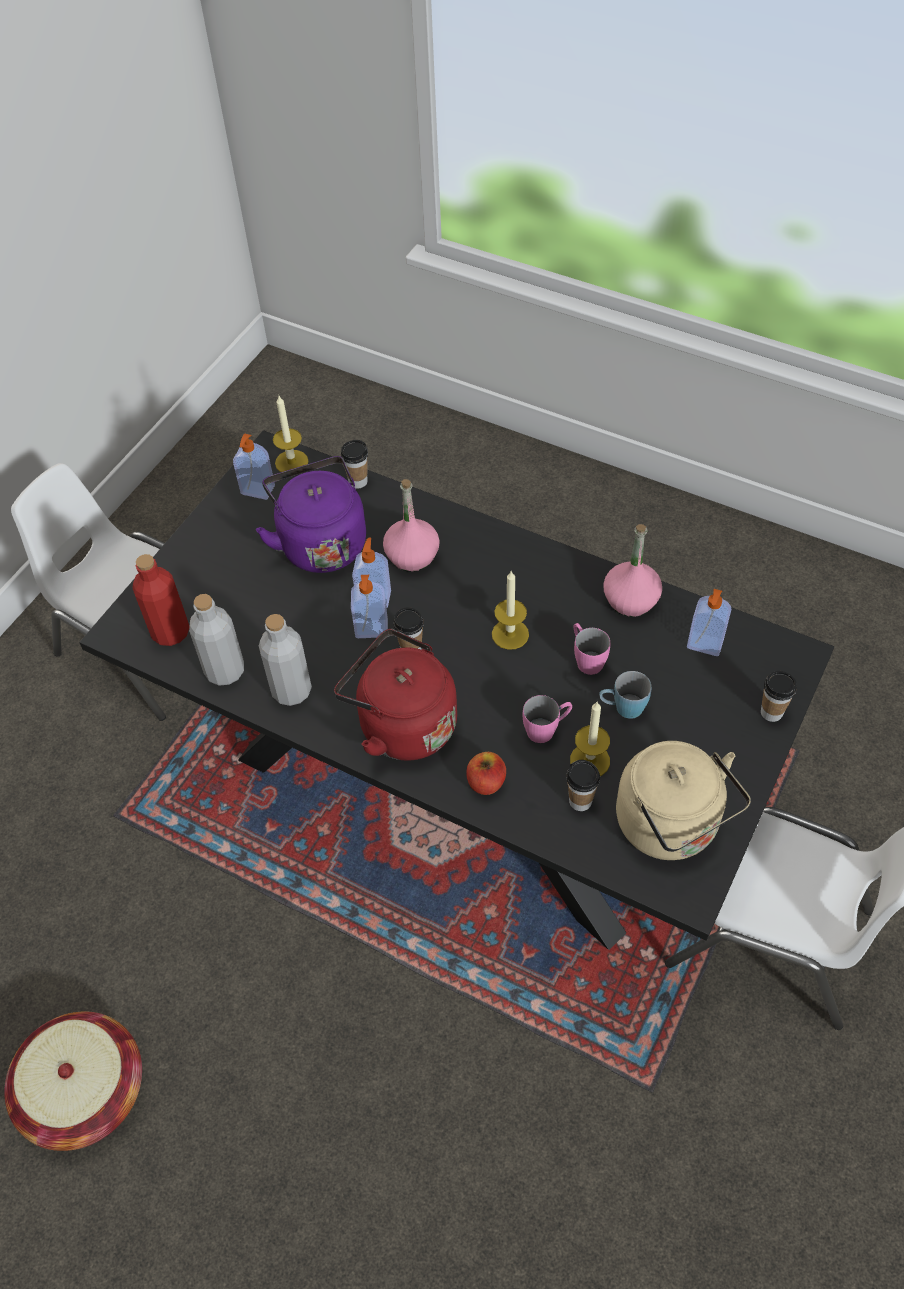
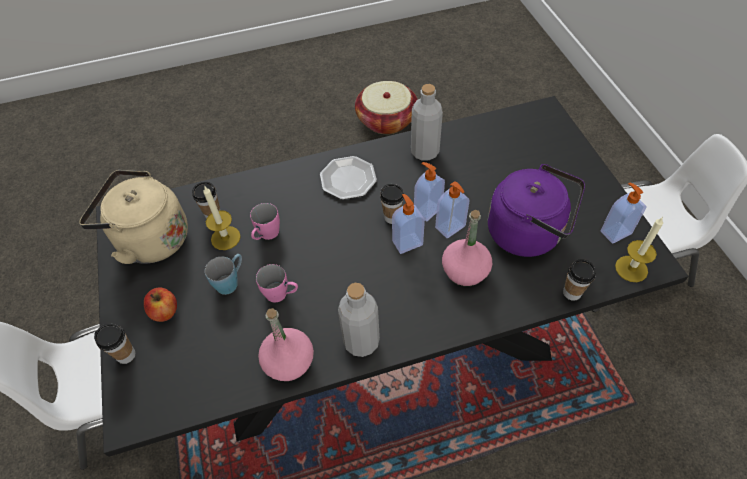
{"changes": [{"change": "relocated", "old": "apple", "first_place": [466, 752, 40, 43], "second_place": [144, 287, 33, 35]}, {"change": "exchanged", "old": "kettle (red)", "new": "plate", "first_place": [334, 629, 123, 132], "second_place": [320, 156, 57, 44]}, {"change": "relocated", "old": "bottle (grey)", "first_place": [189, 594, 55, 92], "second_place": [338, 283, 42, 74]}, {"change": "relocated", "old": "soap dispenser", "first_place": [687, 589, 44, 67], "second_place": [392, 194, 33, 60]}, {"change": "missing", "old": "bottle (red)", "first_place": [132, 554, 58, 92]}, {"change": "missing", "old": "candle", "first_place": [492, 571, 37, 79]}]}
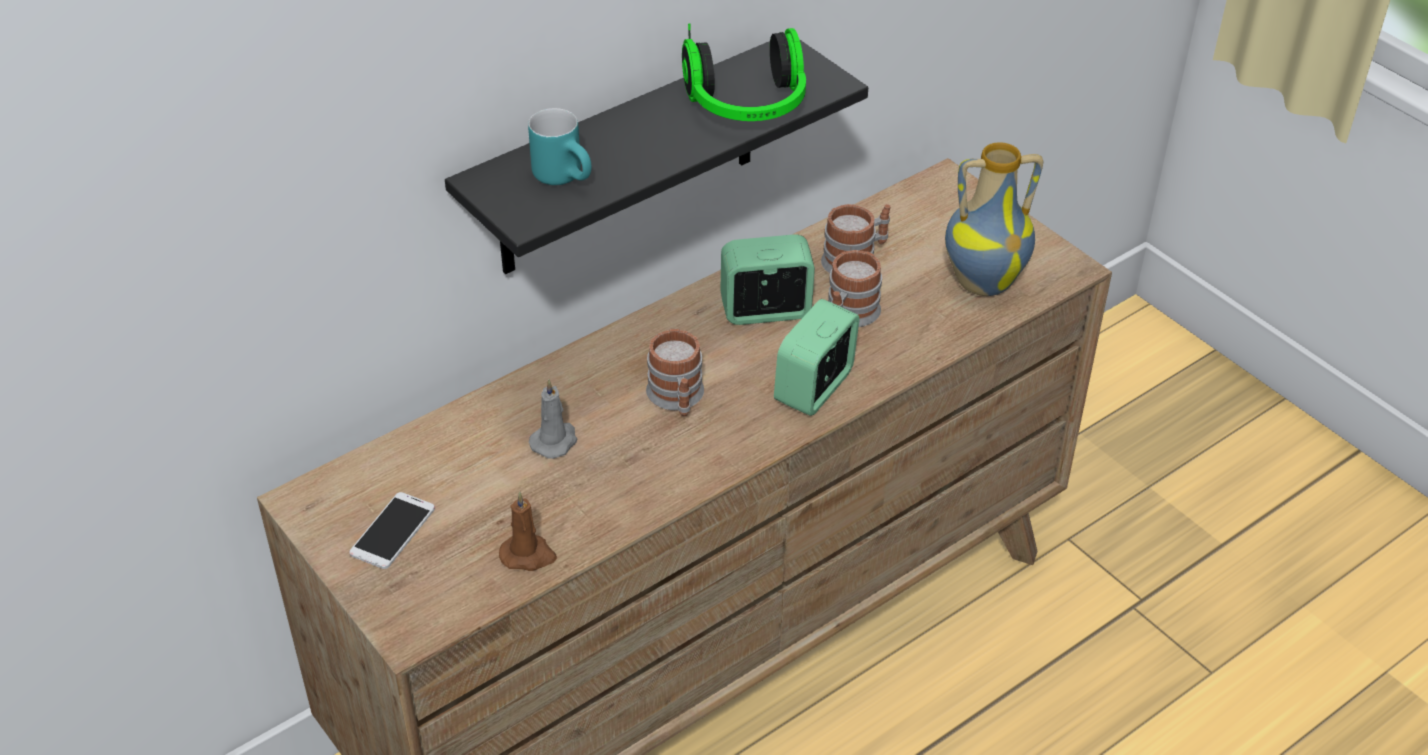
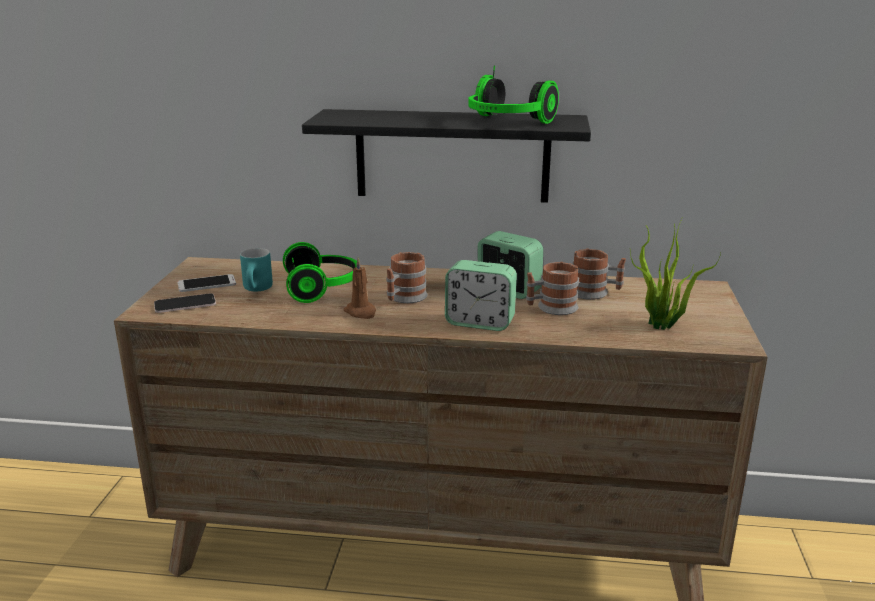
{"changes": [{"change": "appeared", "new": "phone", "second_place": [154, 293, 62, 20]}, {"change": "relocated", "old": "mug (turquoise)", "first_place": [528, 108, 64, 77], "second_place": [240, 248, 33, 44]}, {"change": "exchanged", "old": "candle (grey)", "new": "headphones", "first_place": [529, 379, 48, 80], "second_place": [283, 242, 74, 61]}, {"change": "relocated", "old": "candle (brown)", "first_place": [499, 492, 58, 79], "second_place": [344, 257, 32, 62]}, {"change": "spun", "old": "alarm clock", "first_place": [774, 299, 86, 117], "second_place": [445, 260, 72, 71], "degrees": -150}, {"change": "exchanged", "old": "vase", "new": "potted plant", "first_place": [945, 142, 98, 154], "second_place": [630, 217, 91, 113]}]}
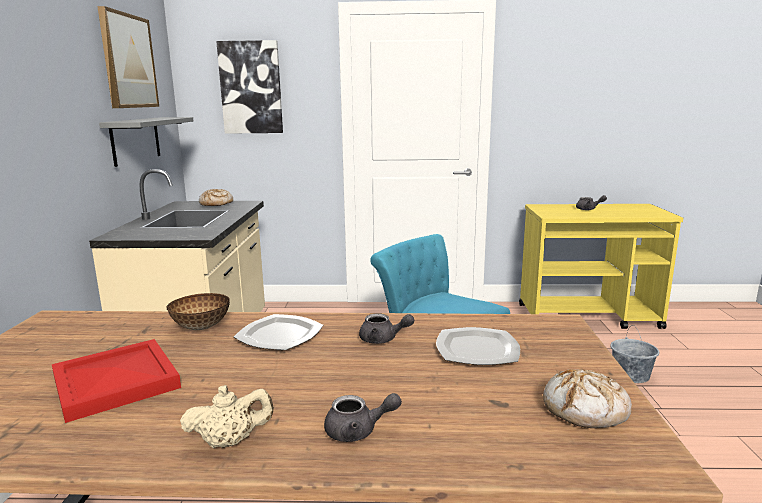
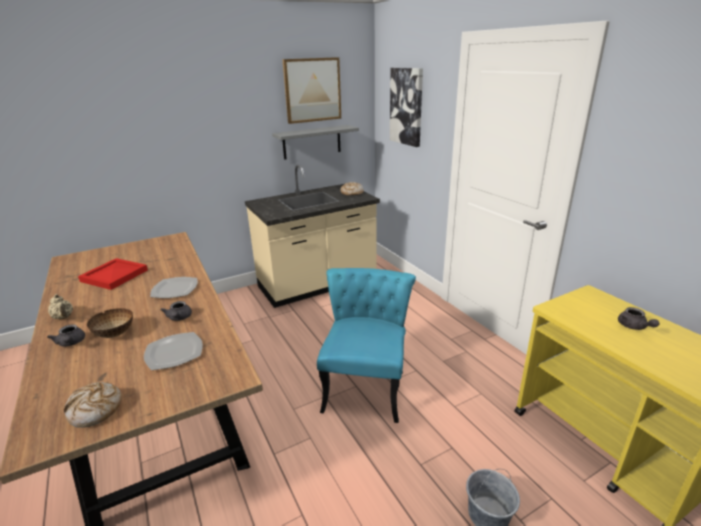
{"changes": [{"change": "relocated", "old": "bowl", "first_place": [166, 293, 64, 37], "second_place": [87, 308, 46, 30]}]}
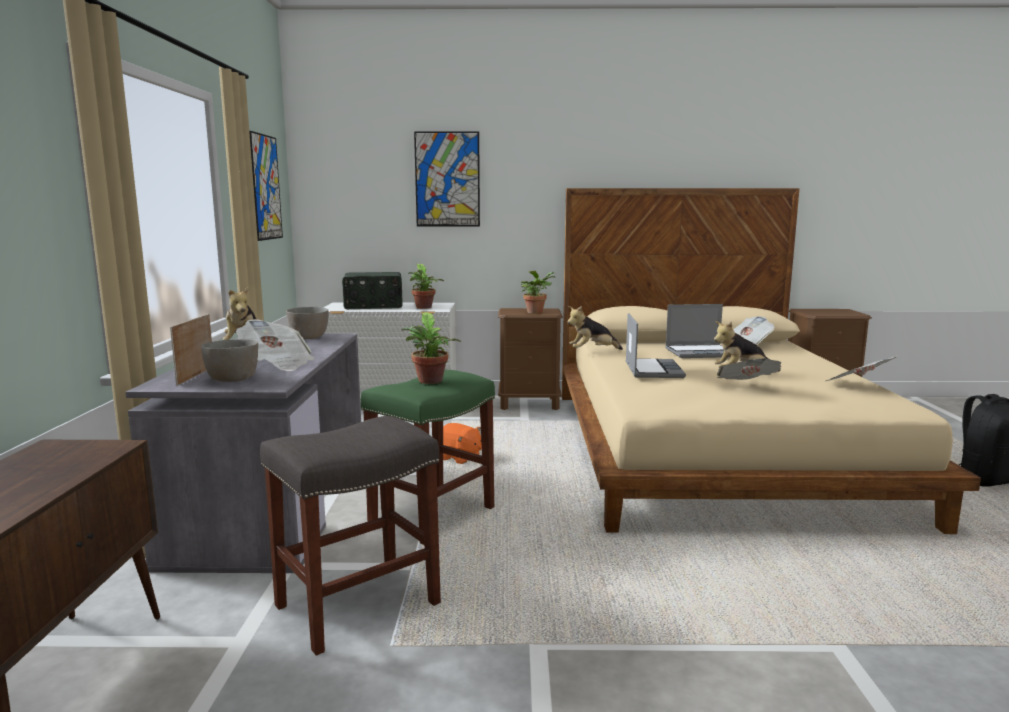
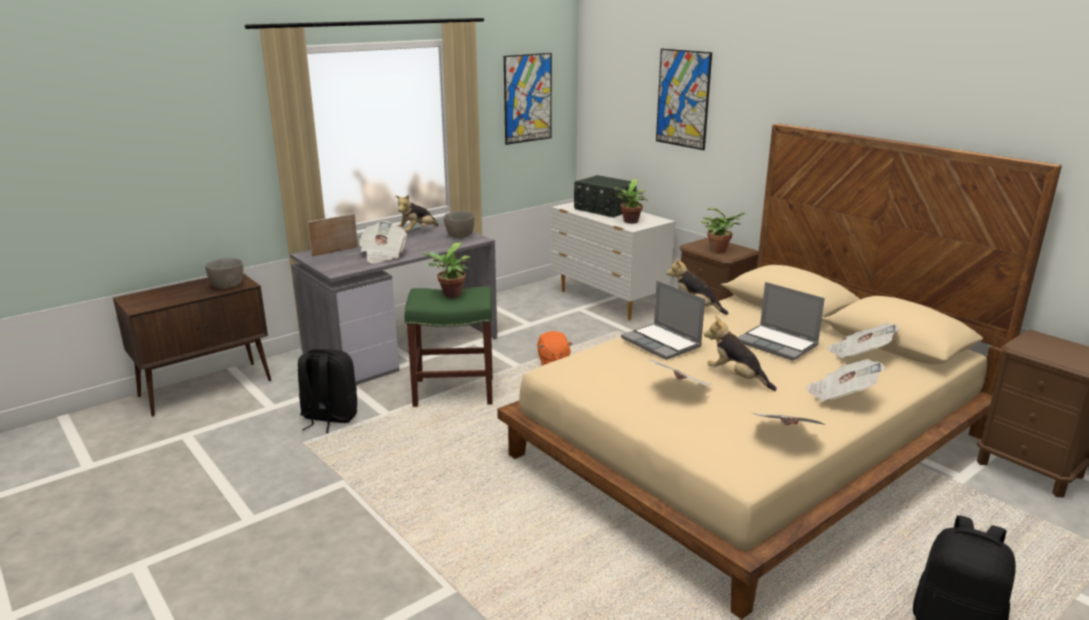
{"changes": [{"change": "relocated", "old": "bowl (grey)", "first_place": [201, 339, 57, 43], "second_place": [205, 258, 38, 31]}, {"change": "exchanged", "old": "stool (grey)", "new": "backpack (black)", "first_place": [260, 416, 181, 240], "second_place": [298, 349, 59, 84]}, {"change": "spun", "old": "laptop", "first_place": [626, 313, 60, 65], "second_place": [621, 281, 84, 79], "degrees": 90}, {"change": "appeared", "new": "newspaper", "second_place": [806, 359, 79, 43]}]}
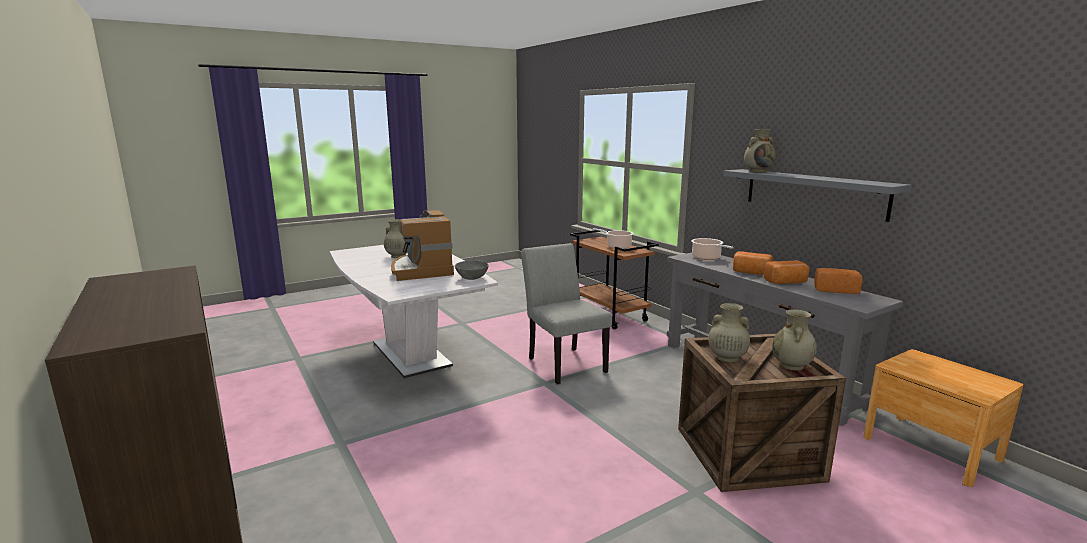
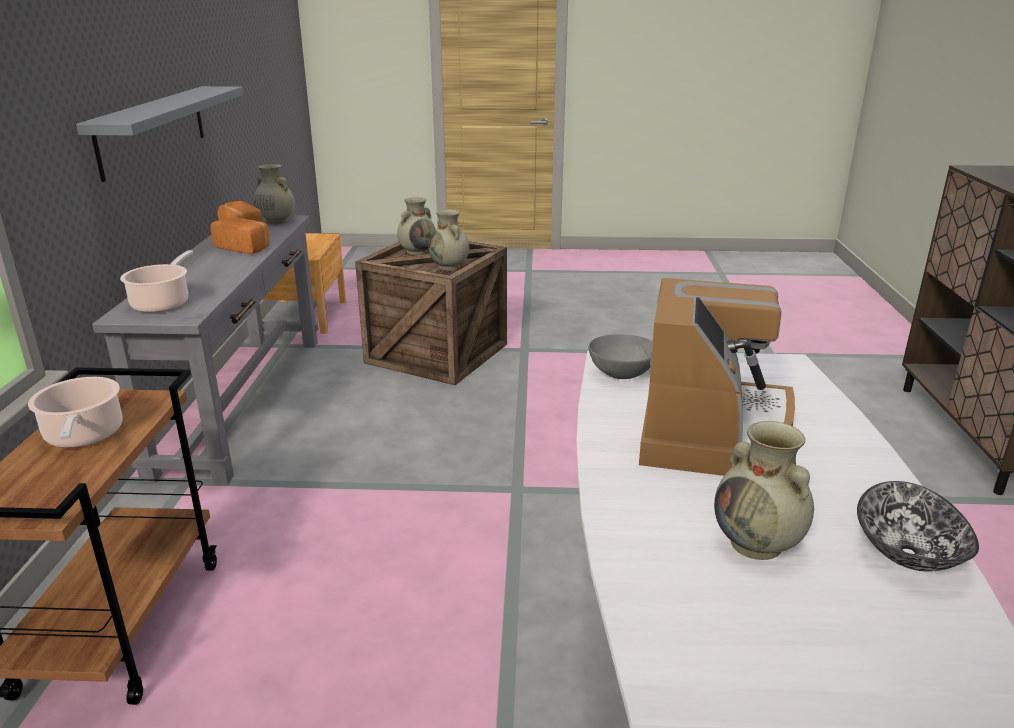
{"changes": [{"change": "relocated", "old": "vase (beige)", "first_place": [744, 130, 32, 42], "second_place": [253, 164, 42, 60]}, {"change": "appeared", "new": "bowl", "second_place": [857, 481, 122, 91]}, {"change": "missing", "old": "chair (grey)", "first_place": [521, 243, 91, 141]}, {"change": "missing", "old": "bread", "first_place": [733, 251, 40, 24]}]}
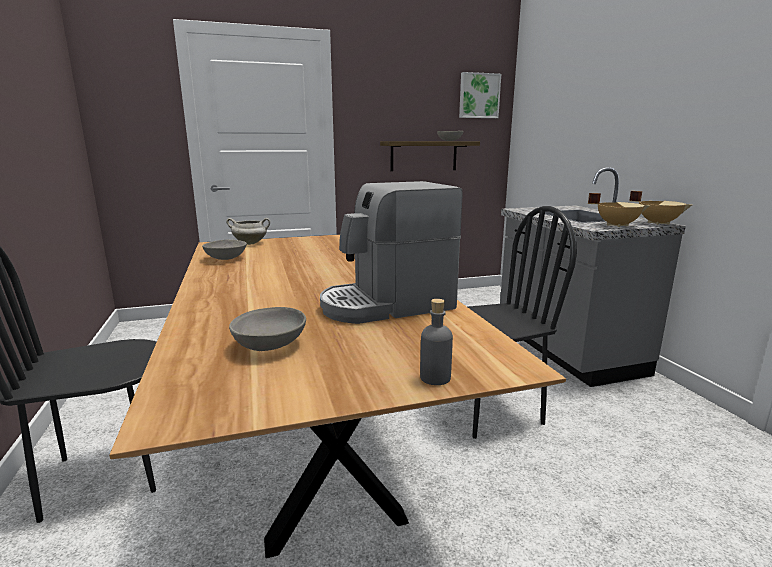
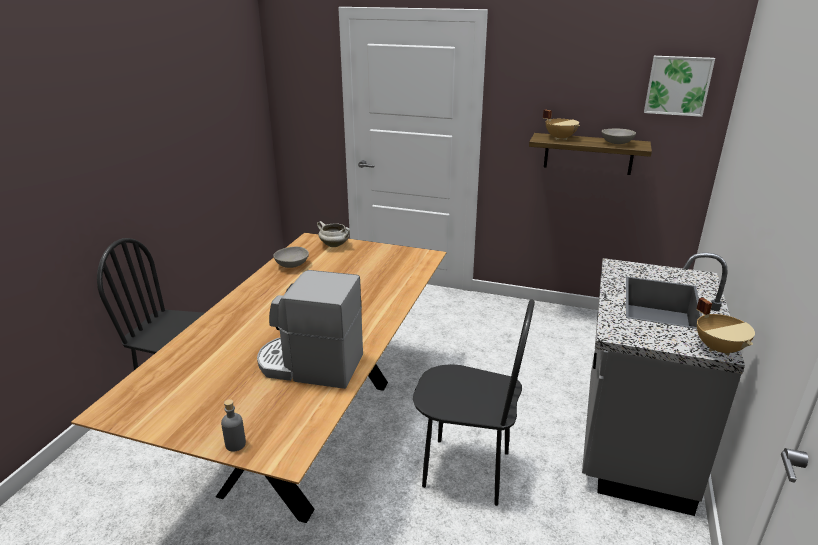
{"changes": [{"change": "relocated", "old": "cooking pot (beige)", "first_place": [588, 193, 62, 34], "second_place": [543, 110, 37, 30]}, {"change": "missing", "old": "bowl (grey)", "first_place": [229, 307, 77, 44]}]}
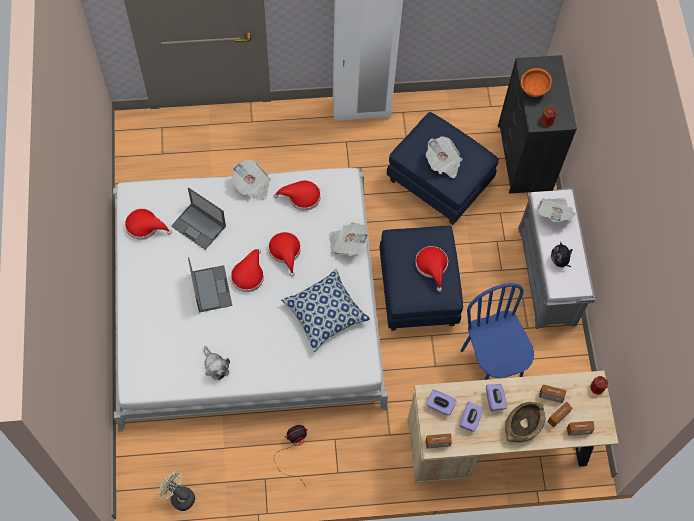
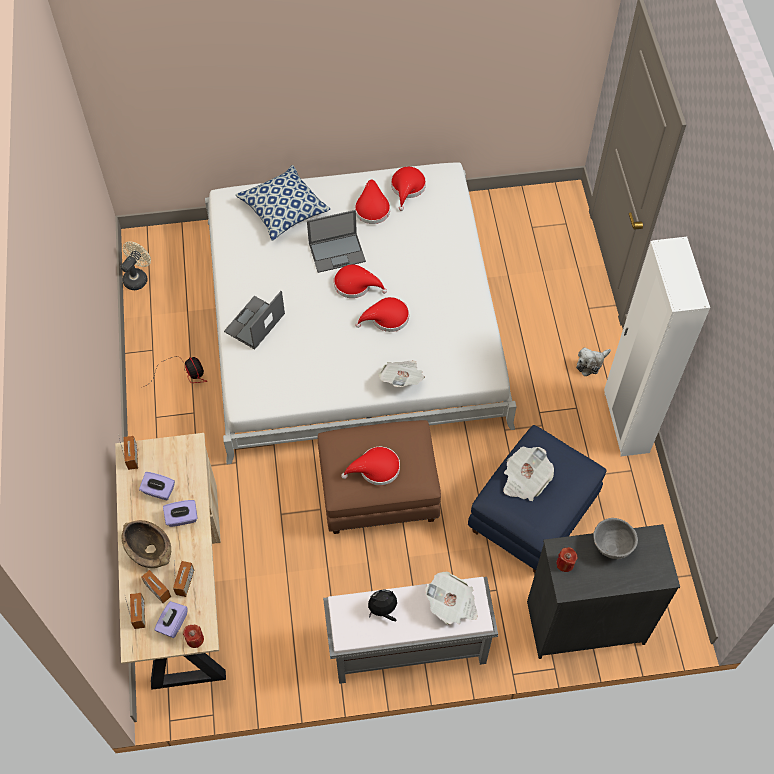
{"changes": [{"change": "relocated", "old": "tissue box (purple)", "first_place": [426, 390, 31, 25], "second_place": [154, 601, 33, 37]}, {"change": "relocated", "old": "laptop", "first_place": [171, 187, 55, 63], "second_place": [224, 291, 61, 59]}, {"change": "relocated", "old": "pillow", "first_place": [281, 269, 89, 83], "second_place": [235, 165, 95, 76]}, {"change": "colour", "old": "ottoman (blue)", "new": "ottoman (brown)", "first_place": [379, 226, 84, 105], "second_place": [318, 420, 123, 114]}, {"change": "relocated", "old": "hat (red)", "first_place": [274, 180, 47, 31], "second_place": [355, 179, 35, 45]}, {"change": "relocated", "old": "plush toy", "first_place": [204, 346, 26, 34], "second_place": [576, 347, 35, 29]}, {"change": "colour", "old": "bowl (orange)", "new": "bowl (grey)", "first_place": [521, 68, 31, 29], "second_place": [593, 518, 45, 41]}, {"change": "missing", "old": "newspaper", "first_place": [232, 159, 39, 41]}, {"change": "missing", "old": "chair (blue)", "first_place": [461, 283, 73, 97]}]}
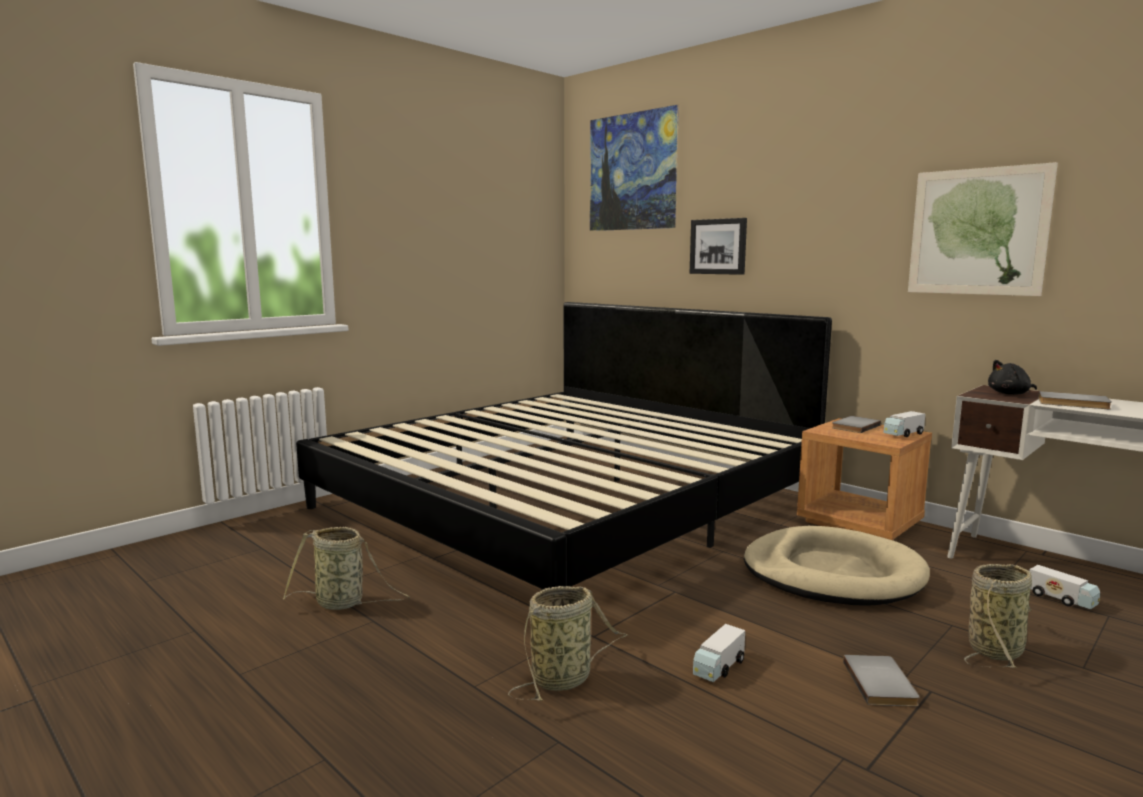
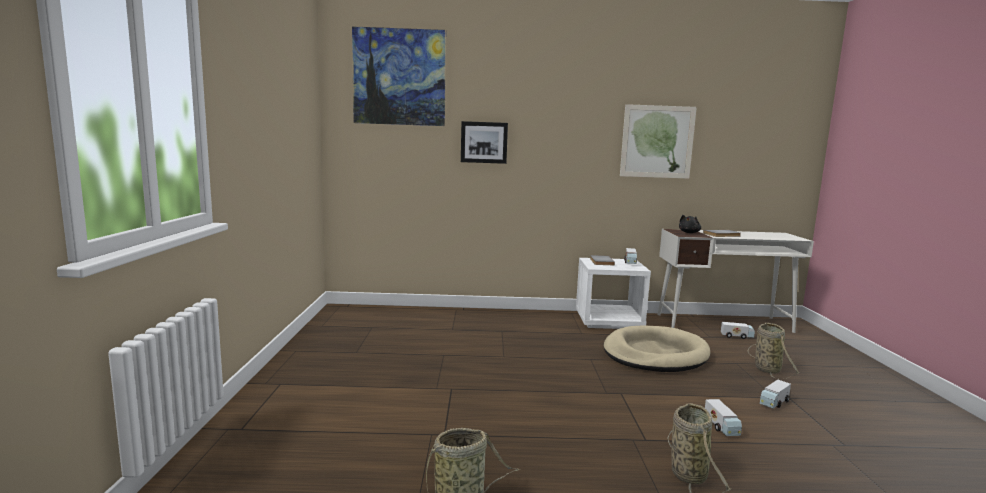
{"changes": [{"change": "colour", "old": "nightstand (brown)", "new": "nightstand (white)", "first_place": [797, 418, 135, 122], "second_place": [576, 258, 75, 71]}, {"change": "exchanged", "old": "book (grey)", "new": "toy truck", "first_place": [843, 655, 76, 52], "second_place": [760, 379, 31, 30]}, {"change": "missing", "old": "bed", "first_place": [296, 302, 536, 288]}]}
